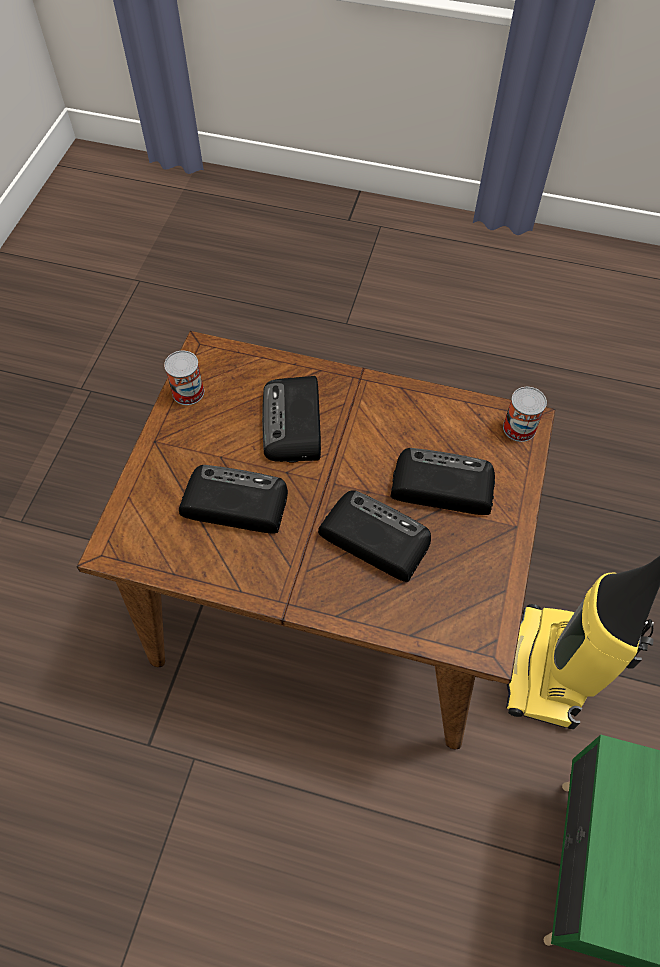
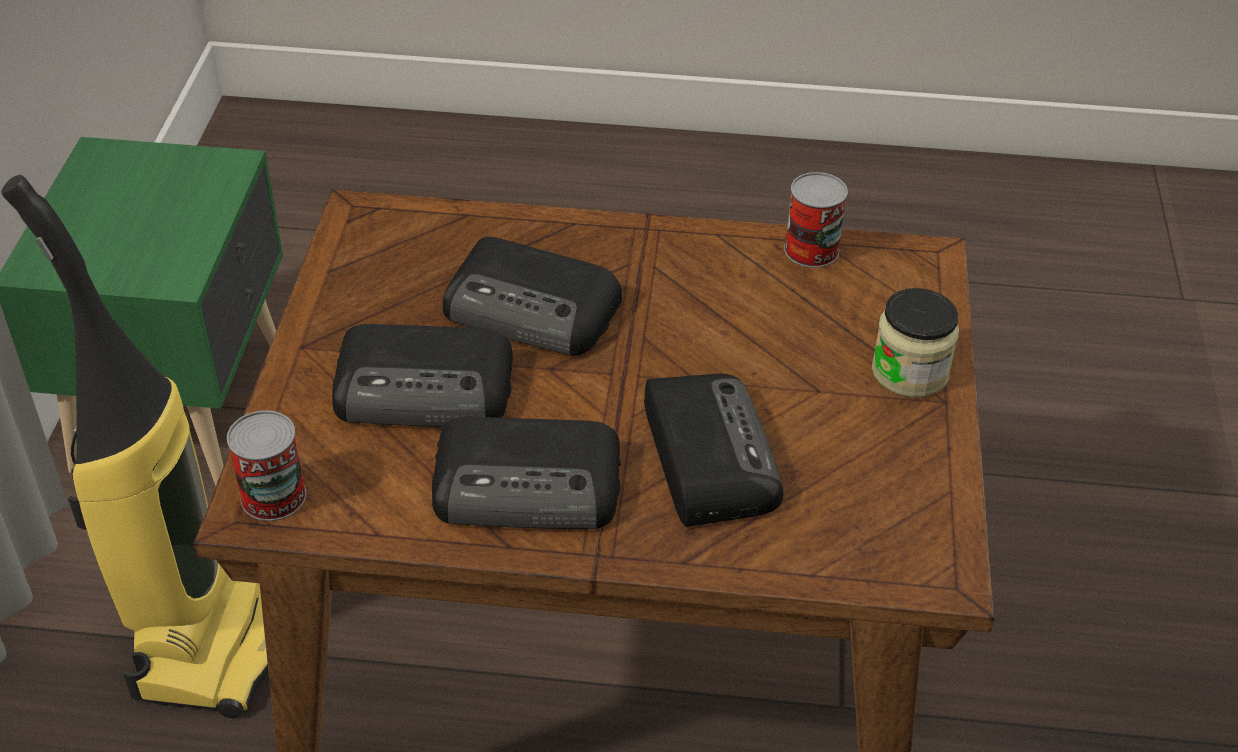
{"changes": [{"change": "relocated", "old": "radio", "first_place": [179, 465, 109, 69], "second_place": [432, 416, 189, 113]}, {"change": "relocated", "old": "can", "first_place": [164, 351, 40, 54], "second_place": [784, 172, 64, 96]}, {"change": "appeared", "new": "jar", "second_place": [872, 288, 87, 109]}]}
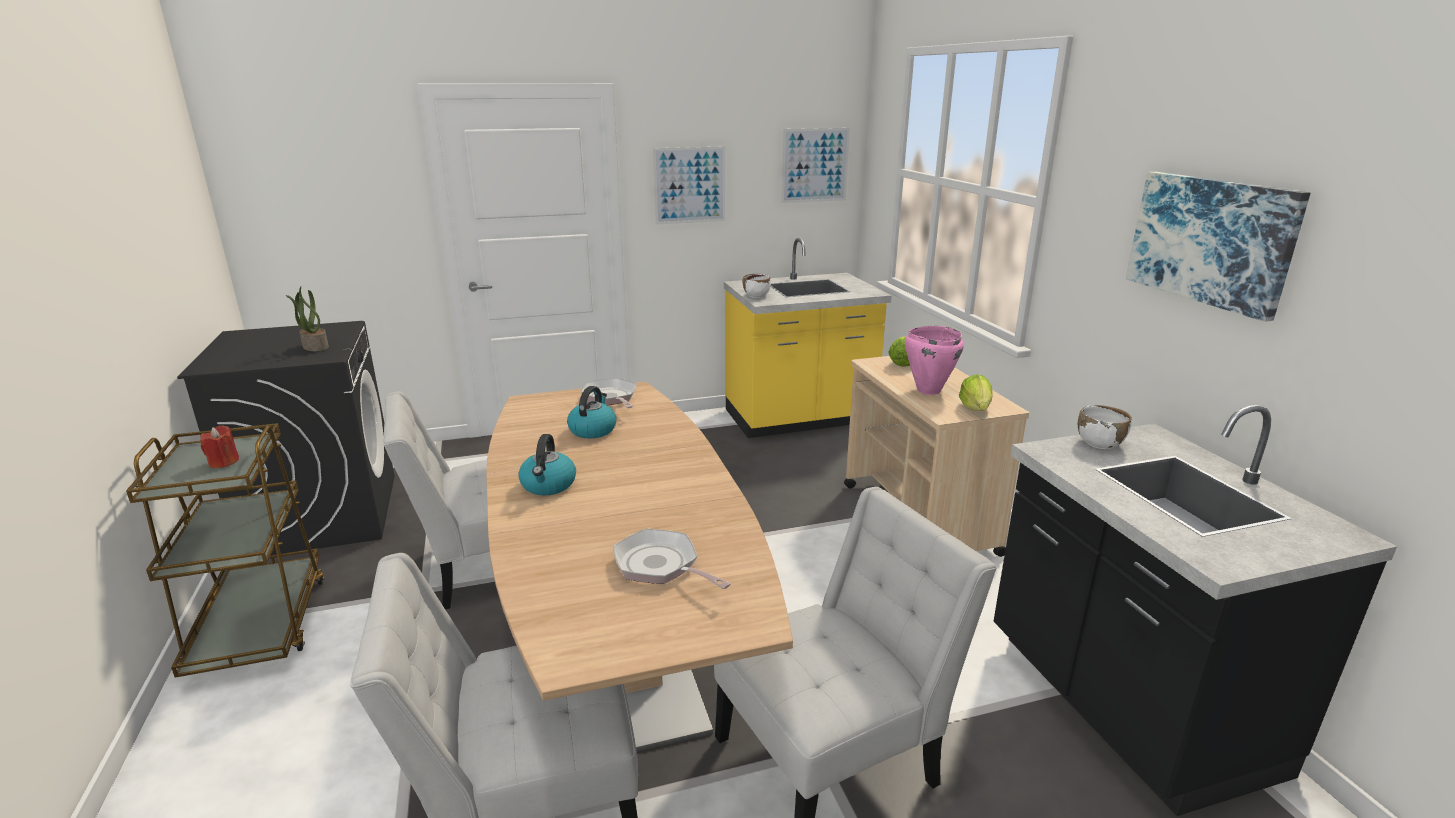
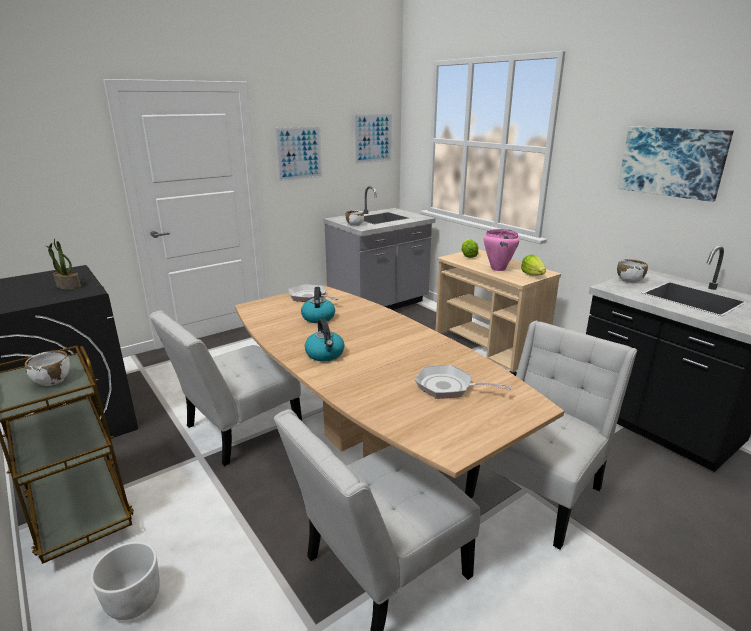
{"changes": [{"change": "exchanged", "old": "candle (red)", "new": "bowl (white)", "first_place": [200, 425, 39, 43], "second_place": [25, 351, 45, 35]}, {"change": "appeared", "new": "planter (white)", "second_place": [90, 542, 70, 78]}, {"change": "colour", "old": "counter (yellow)", "new": "counter (grey)", "first_place": [724, 238, 168, 200], "second_place": [324, 186, 111, 124]}]}
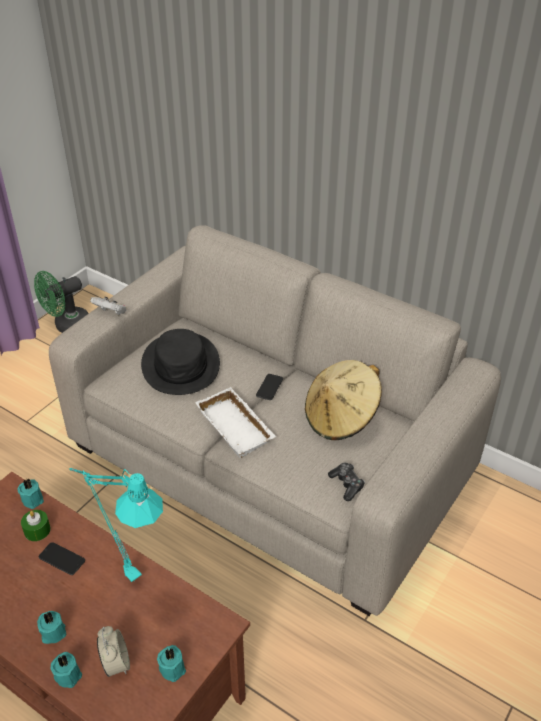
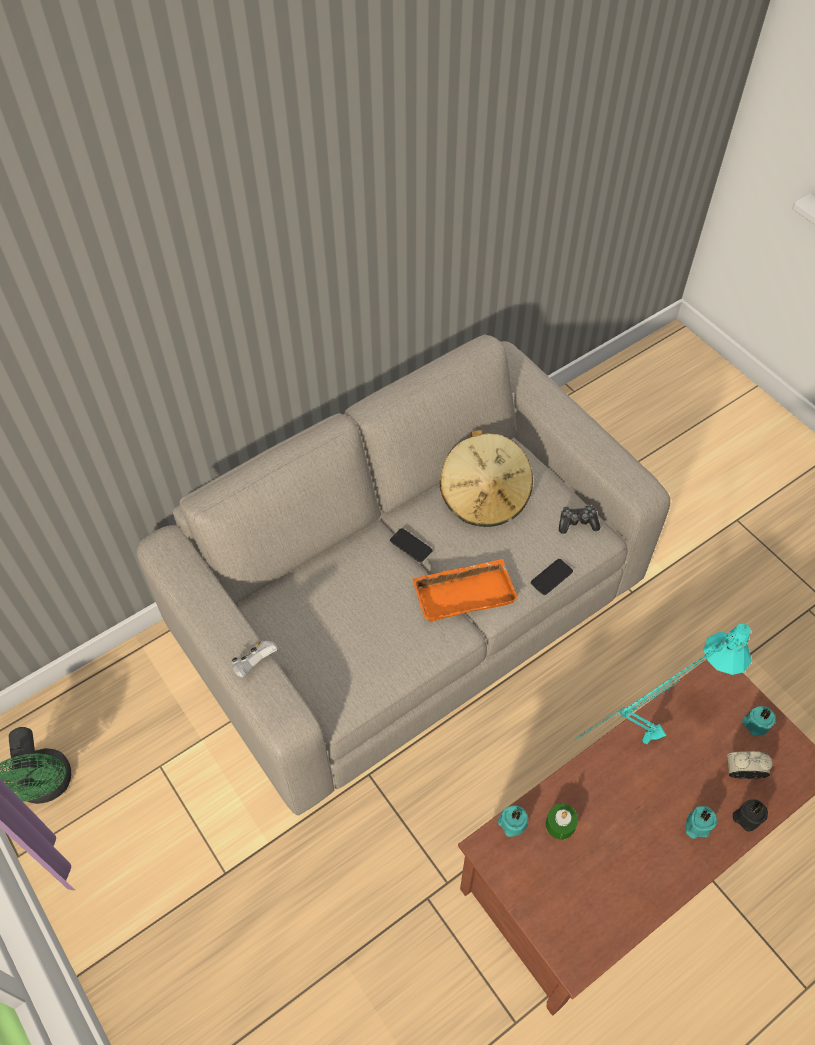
{"changes": [{"change": "colour", "old": "tray (white)", "new": "tray (orange)", "first_place": [195, 387, 81, 71], "second_place": [412, 559, 106, 63]}, {"change": "relocated", "old": "phone", "first_place": [39, 542, 46, 33], "second_place": [531, 559, 42, 36]}, {"change": "colour", "old": "candle (turquoise)", "new": "candle (black)", "first_place": [51, 652, 31, 36], "second_place": [733, 799, 35, 32]}, {"change": "missing", "old": "hat (black)", "first_place": [141, 329, 79, 66]}]}
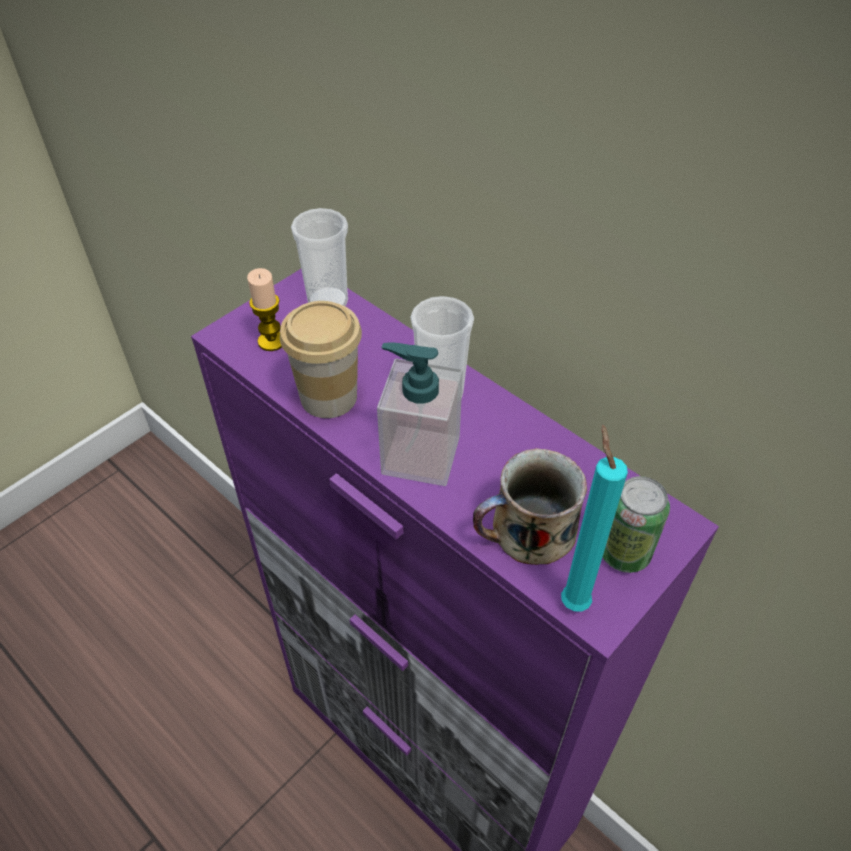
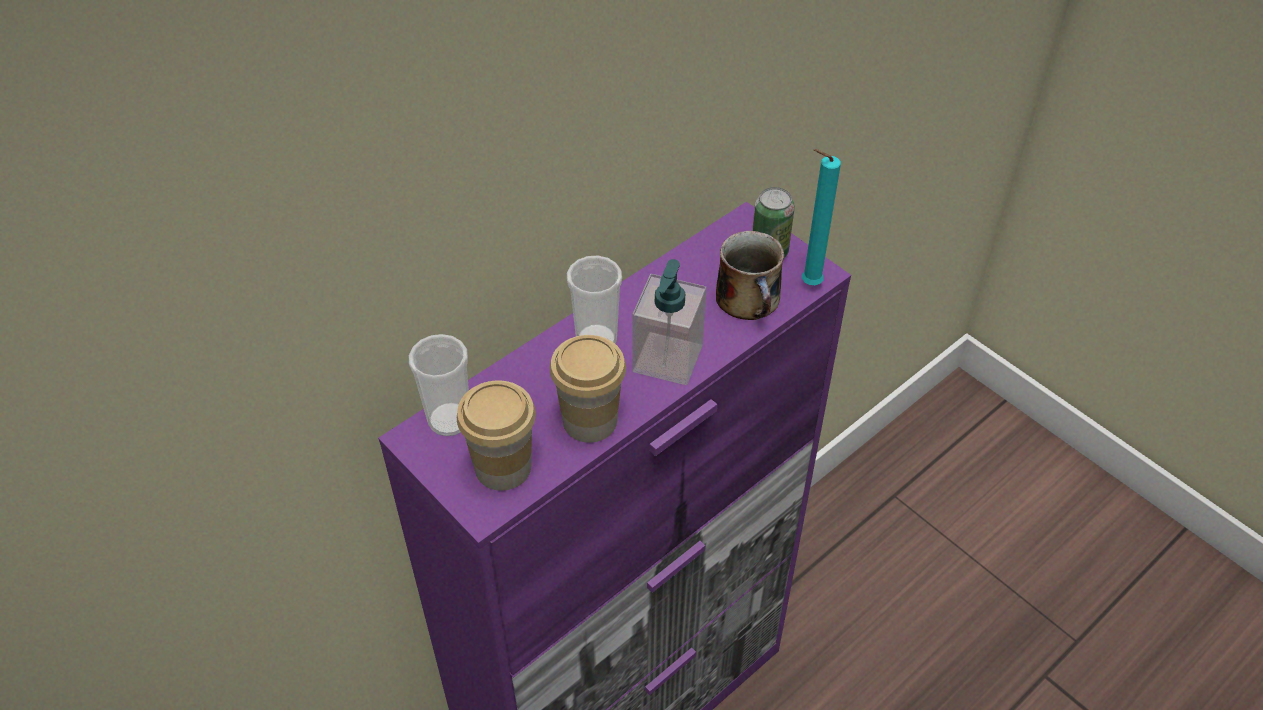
{"changes": [{"change": "exchanged", "old": "candle", "new": "cup", "first_place": [247, 268, 35, 83], "second_place": [457, 380, 79, 111]}]}
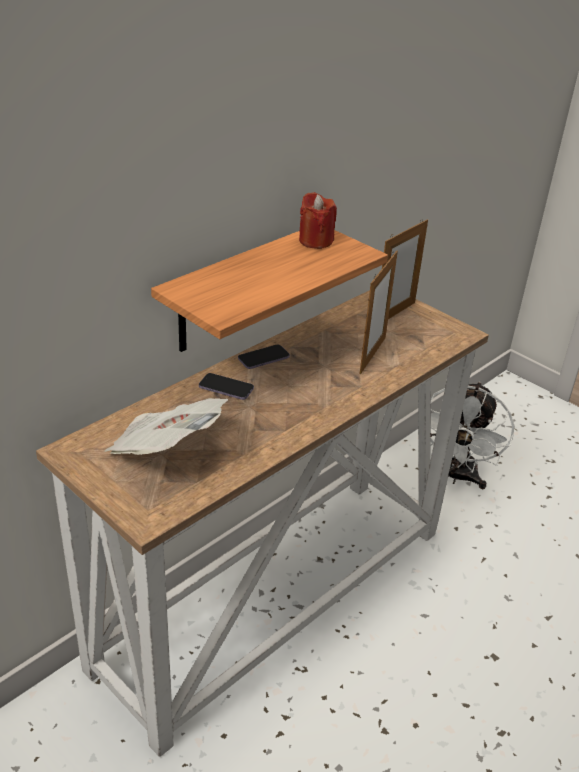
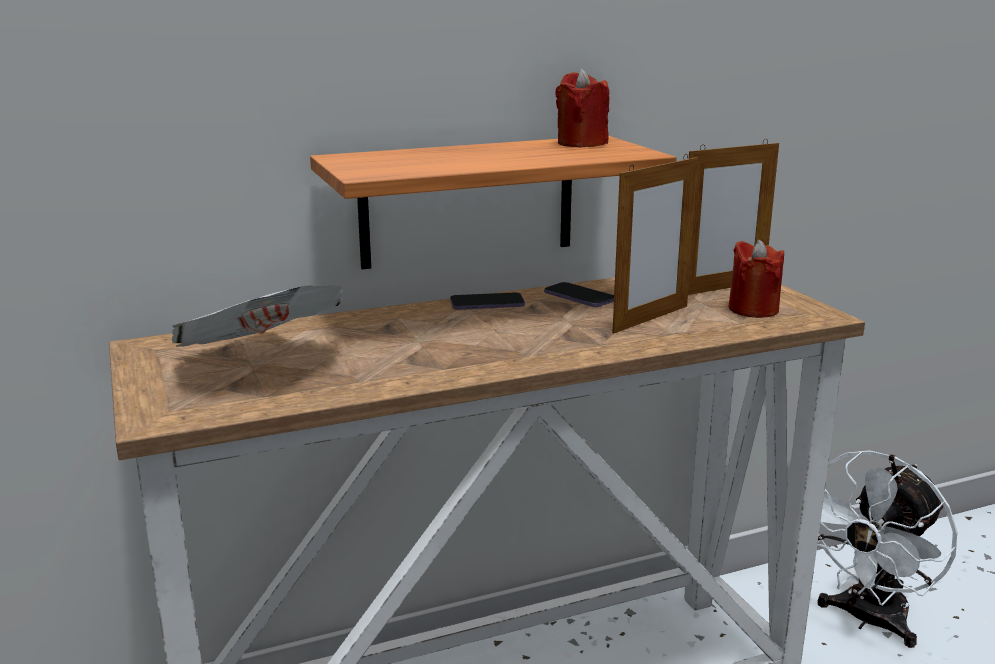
{"changes": [{"change": "relocated", "old": "phone", "first_place": [199, 373, 55, 27], "second_place": [544, 282, 70, 25]}, {"change": "appeared", "new": "candle (red)", "second_place": [728, 240, 56, 78]}]}
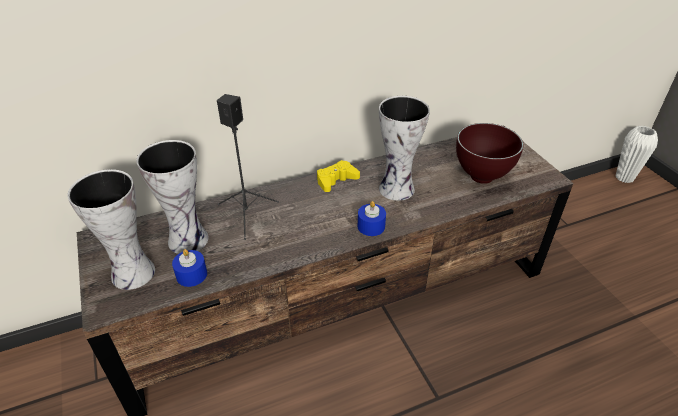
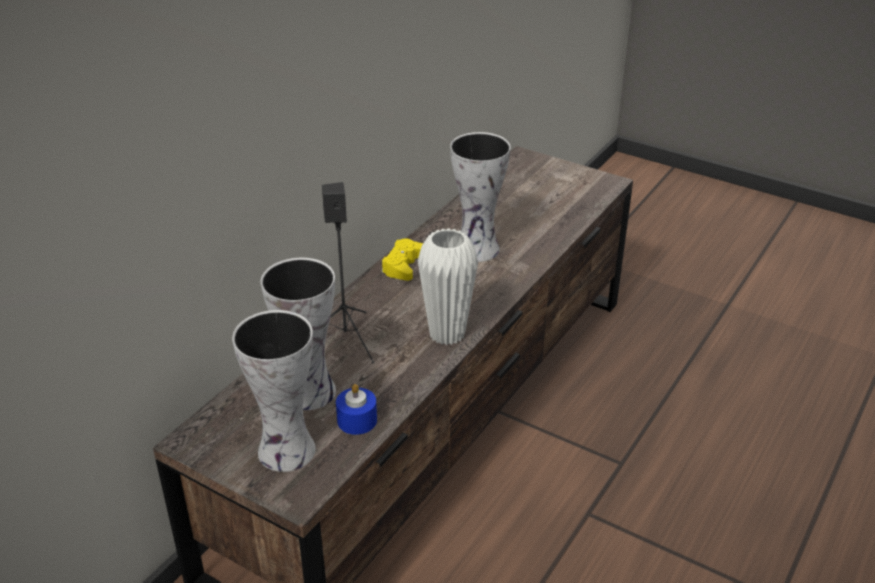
{"changes": [{"change": "relocated", "old": "vase (white)", "first_place": [616, 126, 42, 57], "second_place": [418, 228, 60, 117]}, {"change": "missing", "old": "candle (blue)", "first_place": [358, 201, 28, 35]}, {"change": "missing", "old": "bowl (brown)", "first_place": [456, 123, 68, 61]}]}
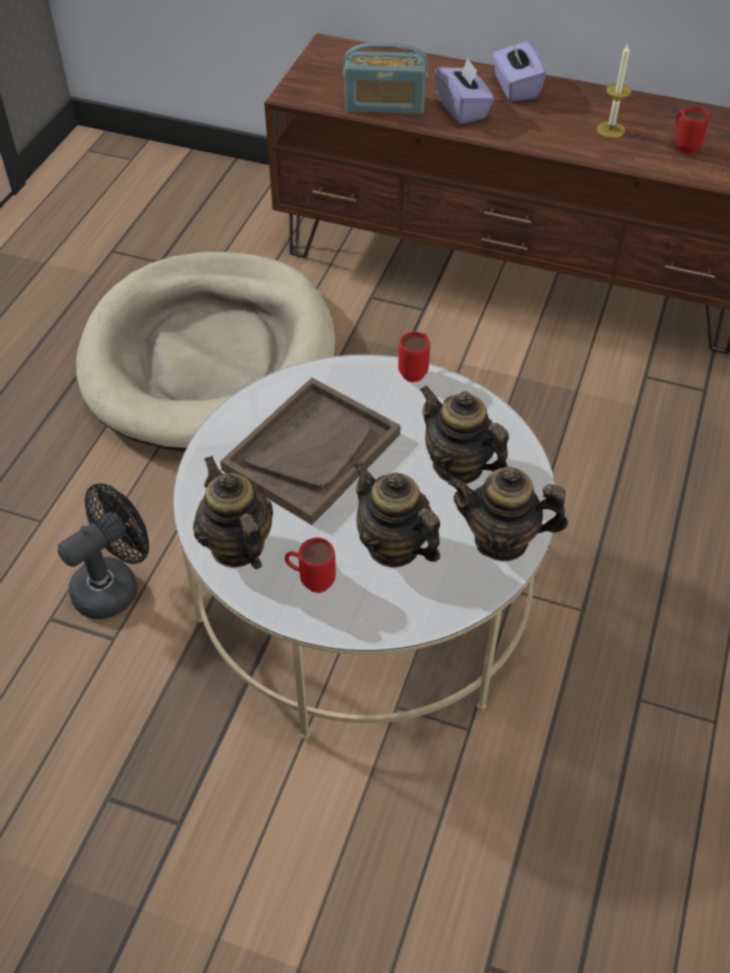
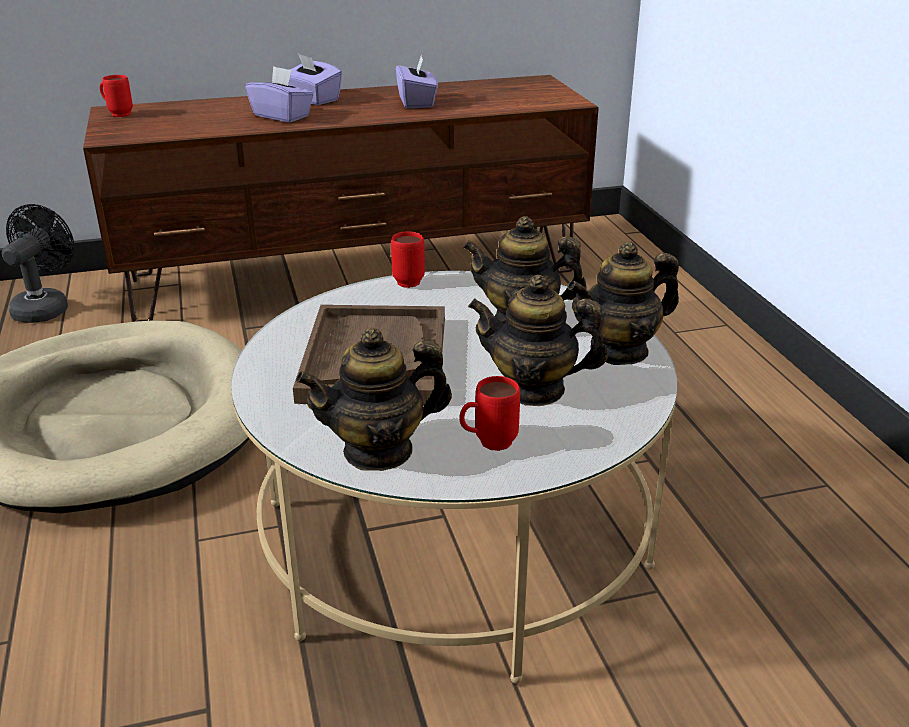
{"changes": [{"change": "relocated", "old": "fan (black)", "first_place": [57, 483, 92, 136], "second_place": [2, 204, 72, 119]}, {"change": "relocated", "old": "mug (red)", "first_place": [676, 107, 33, 47], "second_place": [100, 75, 33, 42]}, {"change": "spun", "old": "teapot", "first_place": [193, 456, 80, 113], "second_place": [296, 328, 156, 143], "degrees": -45}, {"change": "exchanged", "old": "candle", "new": "tissue box (purple)", "first_place": [597, 44, 34, 94], "second_place": [396, 54, 42, 54]}, {"change": "missing", "old": "radio", "first_place": [343, 42, 85, 72]}]}
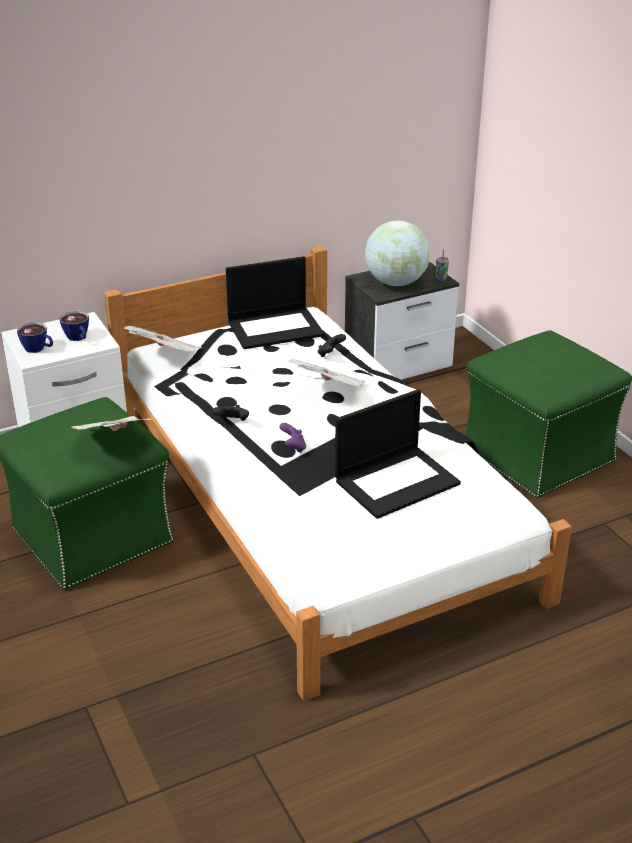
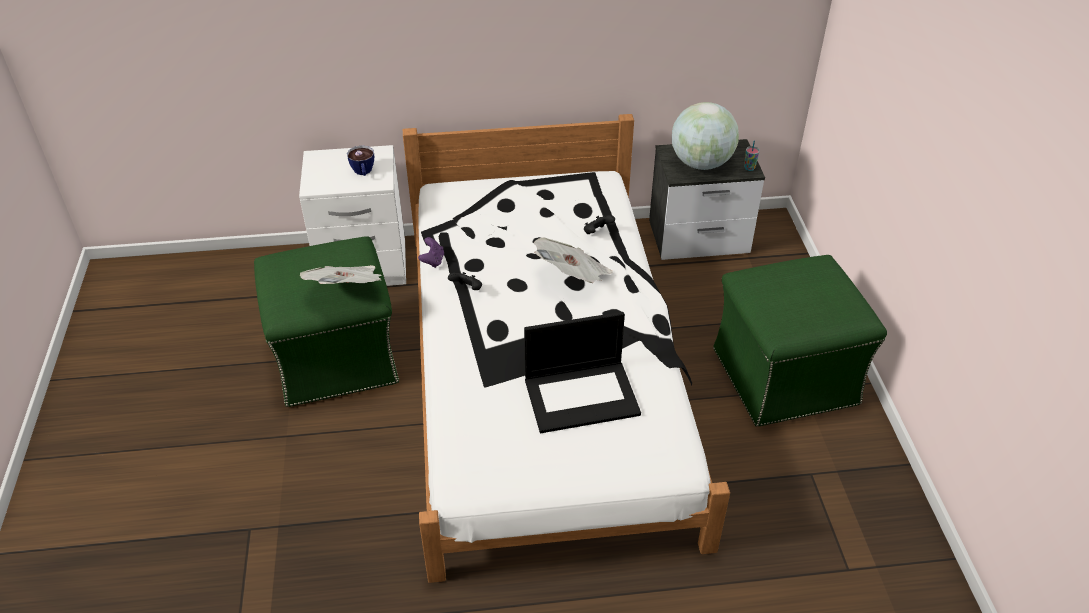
{"changes": [{"change": "relocated", "old": "game controller (purple)", "first_place": [279, 423, 27, 30], "second_place": [418, 237, 26, 31]}, {"change": "missing", "old": "cup", "first_place": [17, 322, 36, 31]}, {"change": "missing", "old": "newspaper", "first_place": [124, 326, 78, 26]}, {"change": "missing", "old": "laptop", "first_place": [226, 256, 98, 93]}]}
